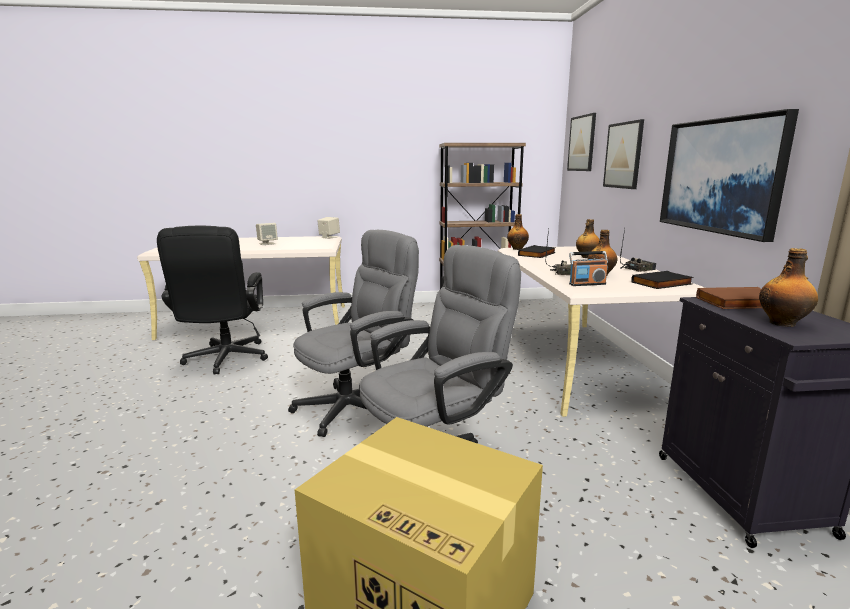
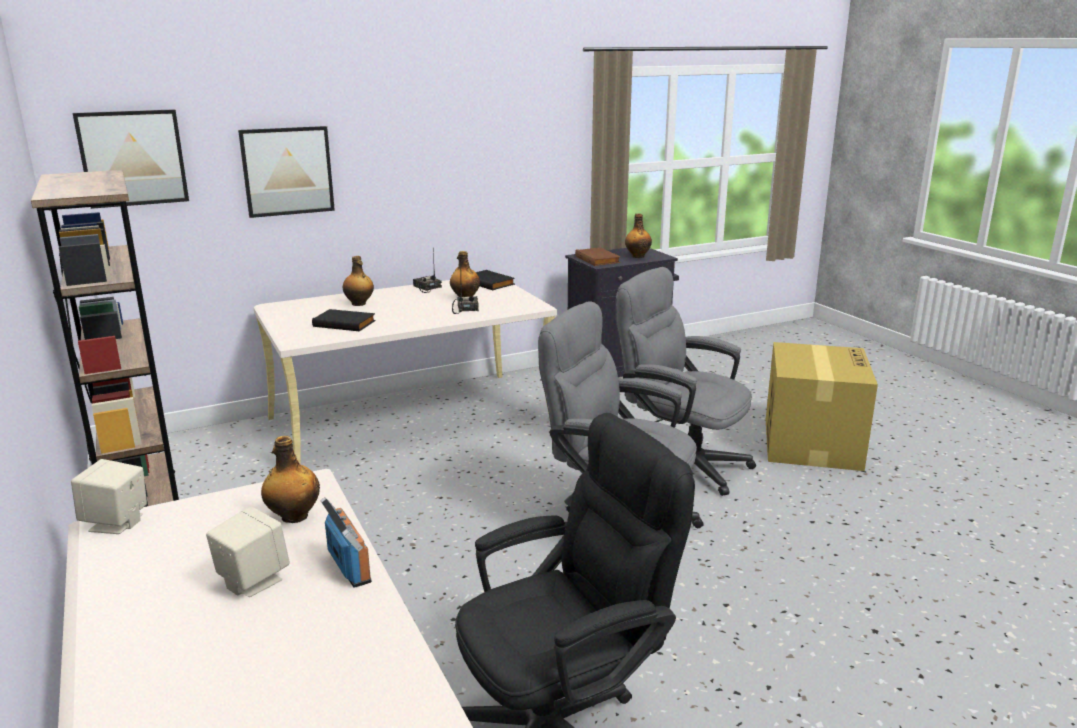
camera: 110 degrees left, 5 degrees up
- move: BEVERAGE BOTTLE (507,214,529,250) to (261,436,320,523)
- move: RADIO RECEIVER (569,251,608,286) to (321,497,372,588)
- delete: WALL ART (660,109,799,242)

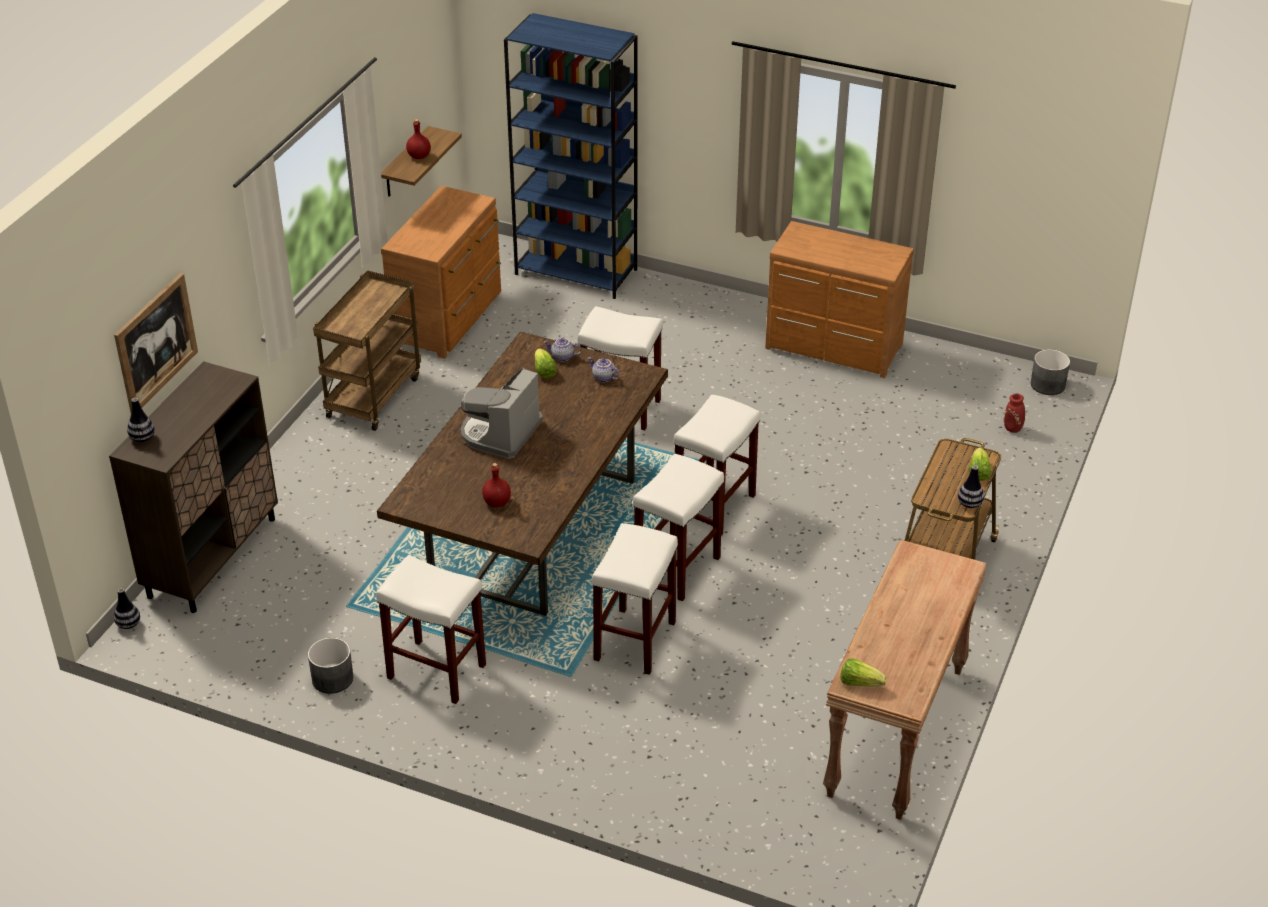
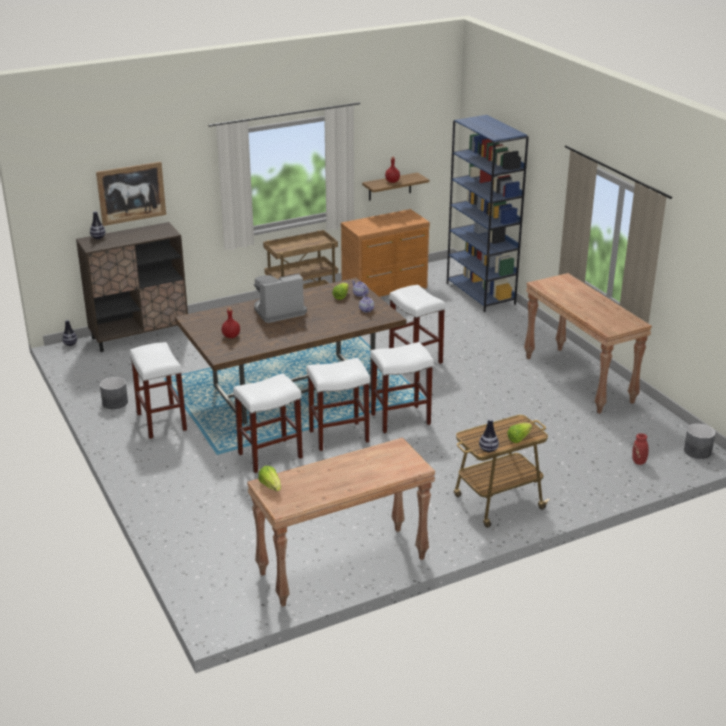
camera: 40 degrees right, 10 degrees down
- replace: BROWNISH DRAWER CHEST (765,221,914,378) to BROWNISH NARROW TABLE (524,273,652,414)

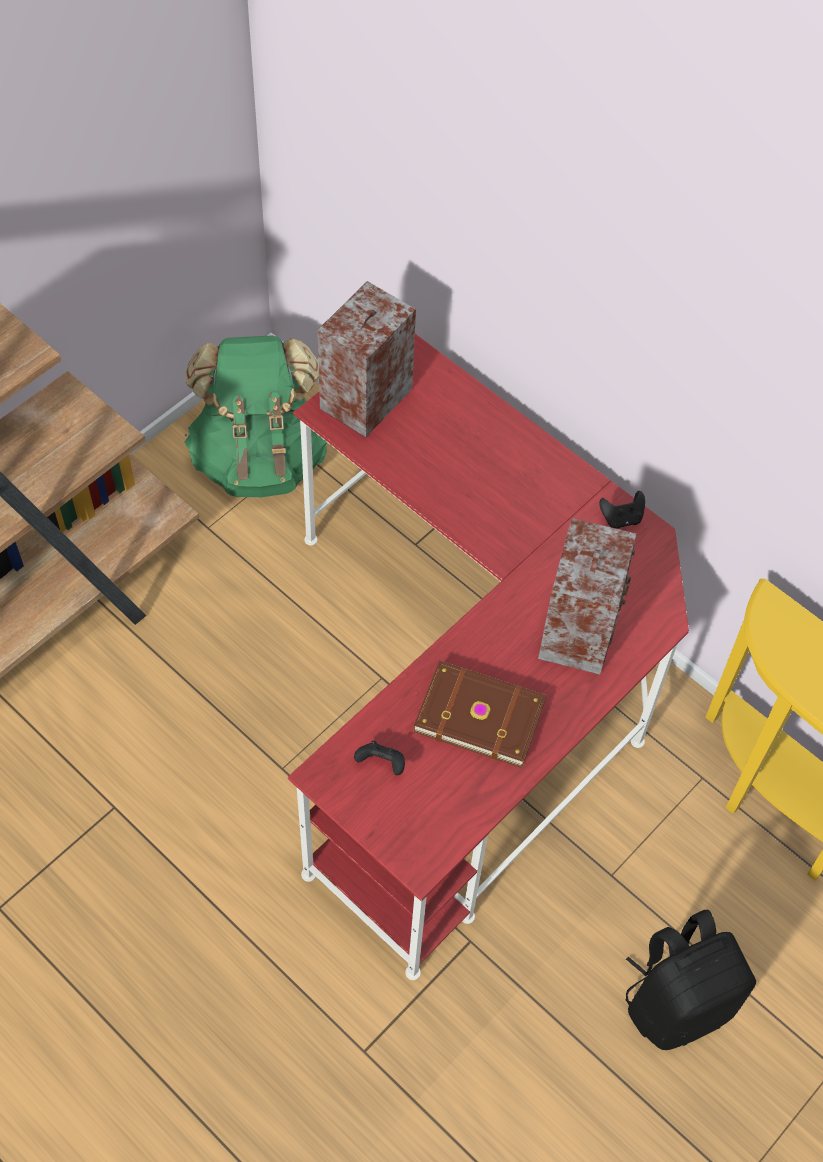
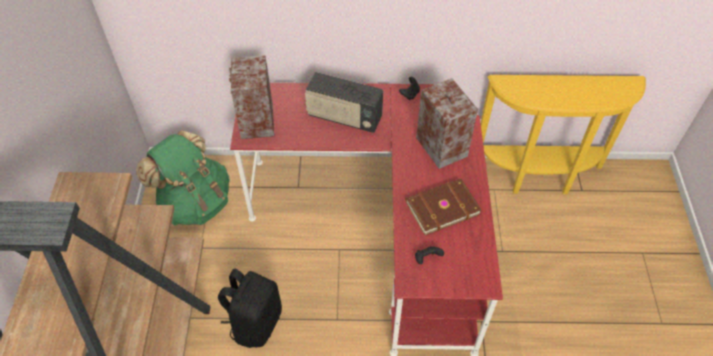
camera: 40 degrees left, 5 degrees down
- move: BLACKISH RUCKSACK (625,909,756,1050) to (218,268,282,348)
- insert: RADIO RECEIVER (305,72,383,133)

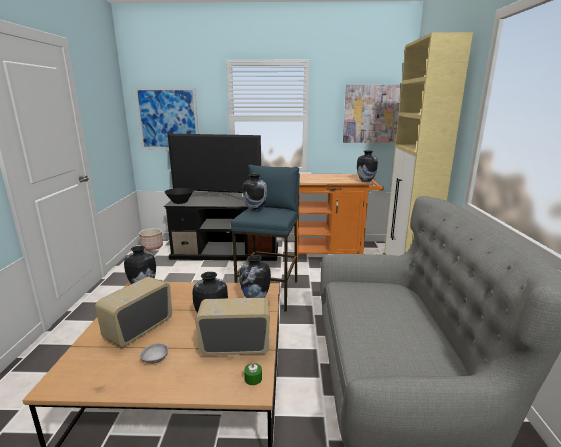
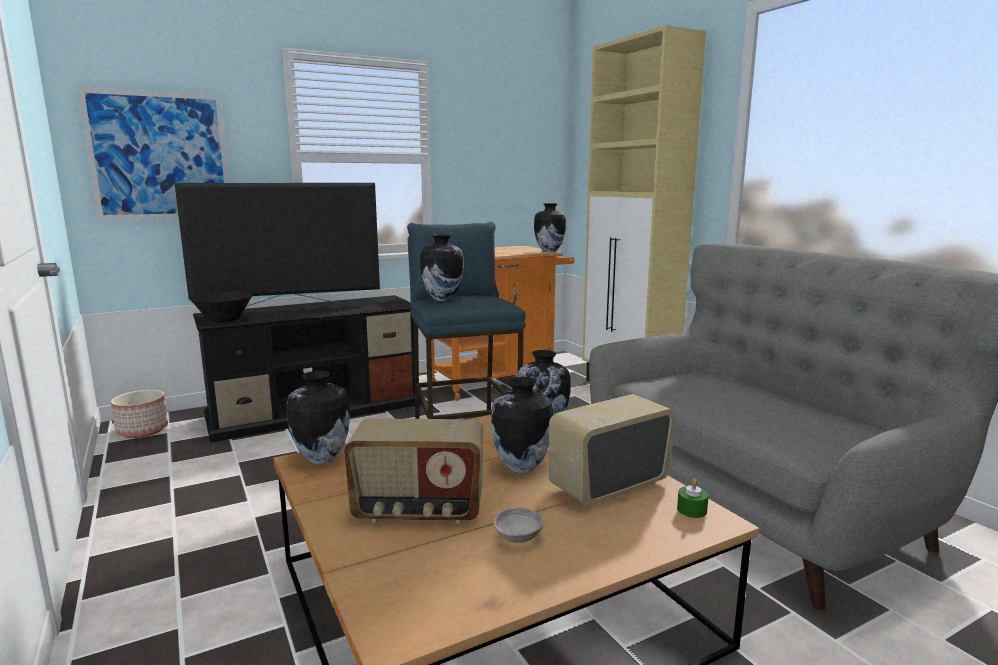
camera: 30 degrees left, 5 degrees down
- rotate: RADIO RECEIVER (95,277,172,347) = (344,418,483,524) 90 degrees counterclockwise
- delete: WALL ART (343,84,401,143)

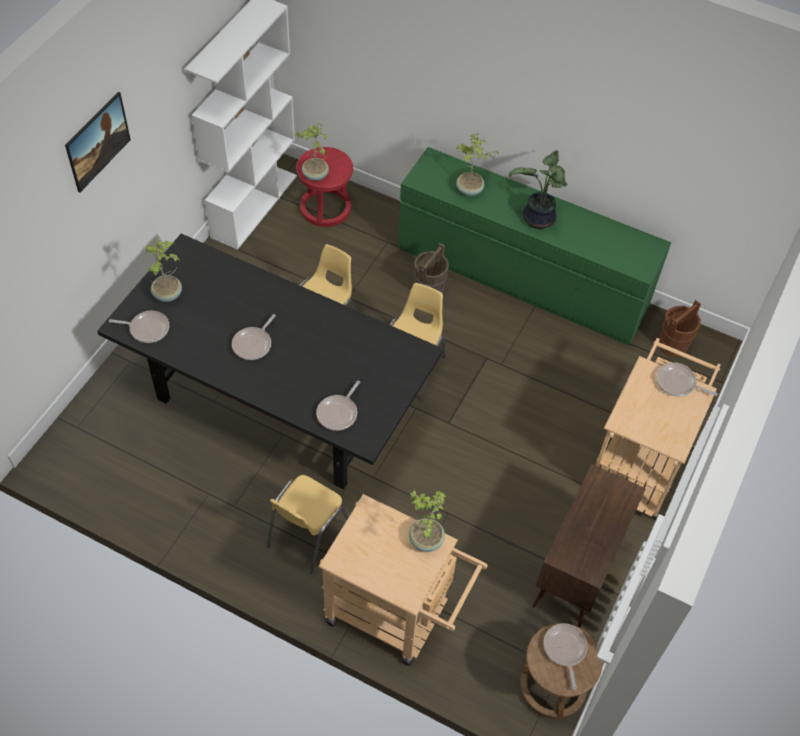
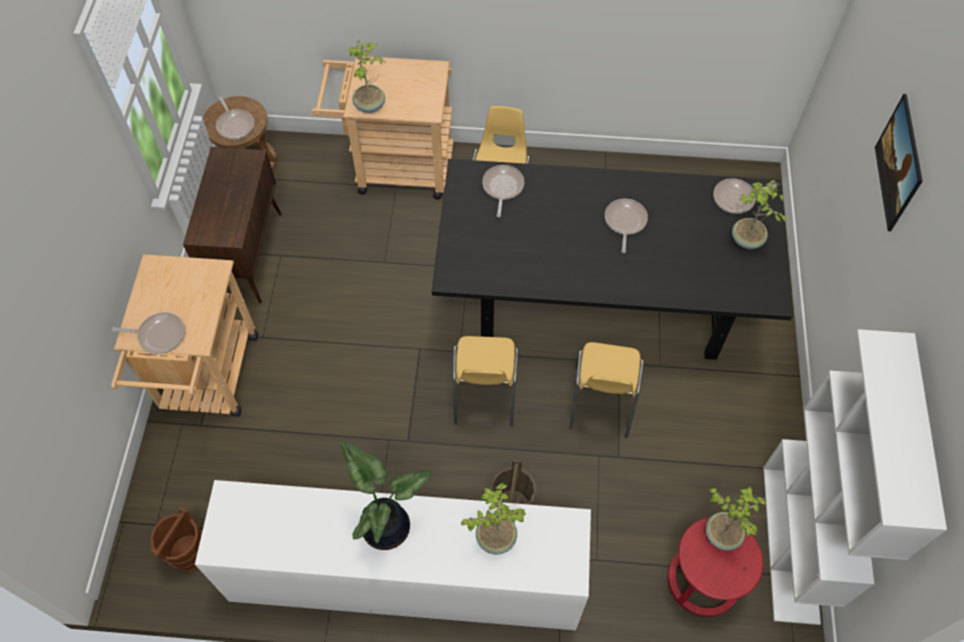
camera: 160 degrees right, 5 degrees up
- recolor: GREENISH DRAWER CHEST (398,147,671,345) to WHITE-COLOURED DRAWER CHEST (195,480,591,630)

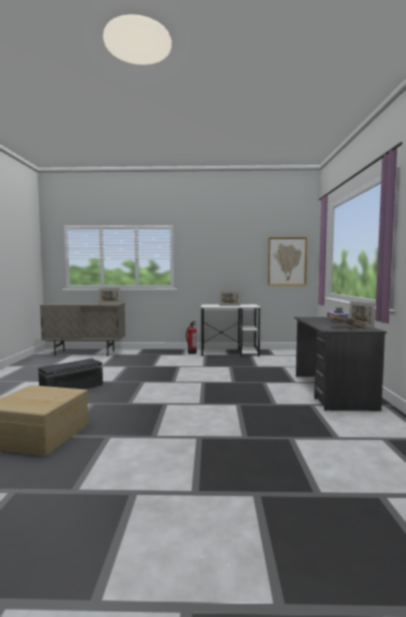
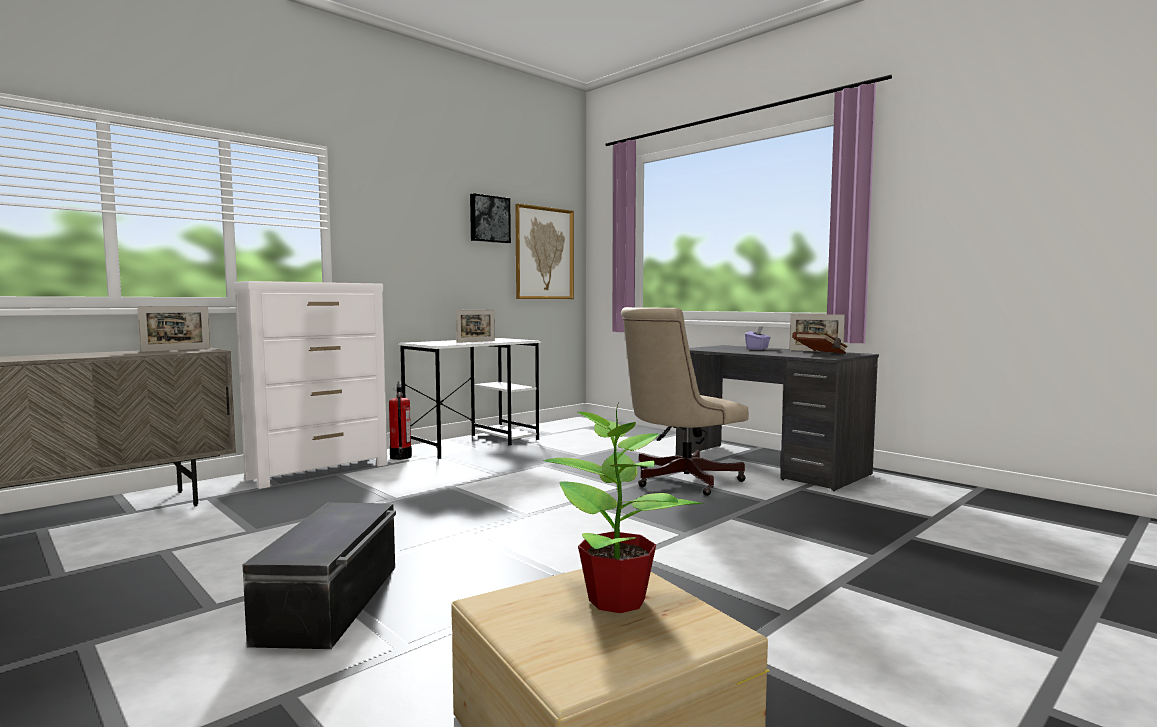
camera: 45 degrees left, 0 degrees up
- insert: WHITE-COLOURED DRAWER CHEST (234,281,387,489)
- insert: WALL ART (470,193,511,243)
- insert: PLANT IN A POT (543,402,703,613)
- insert: BEIGE-COLOURED DESK CHAIR (621,307,749,496)

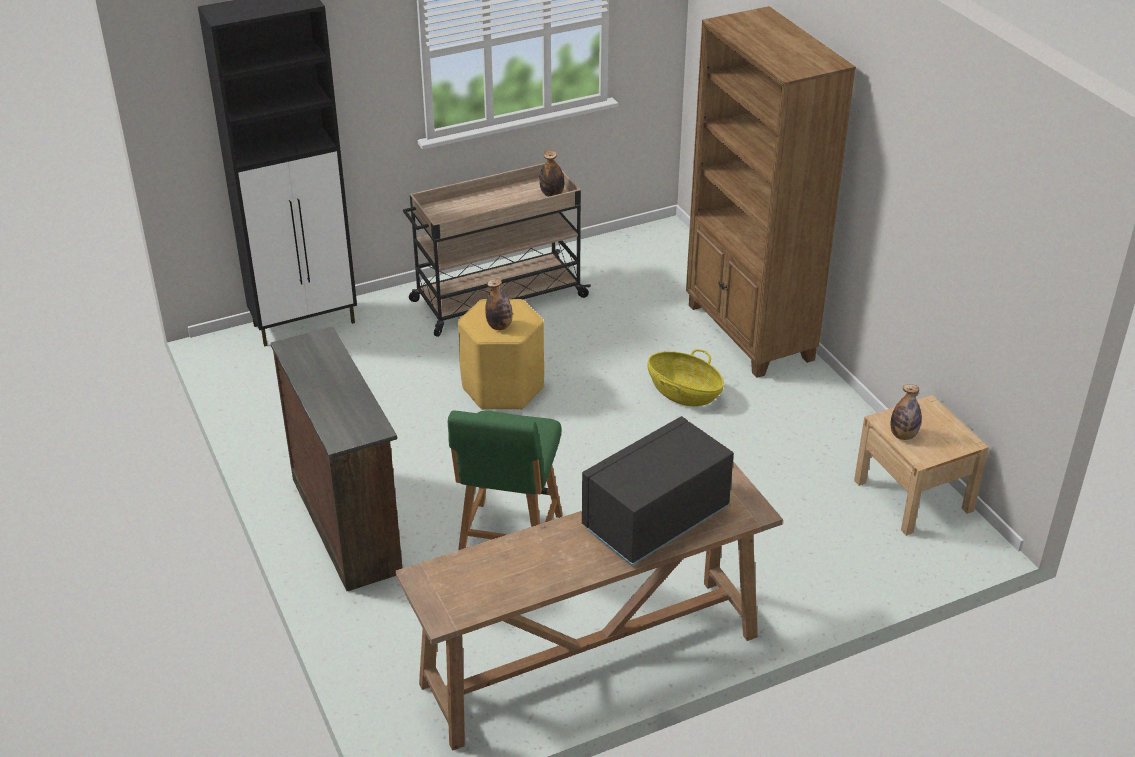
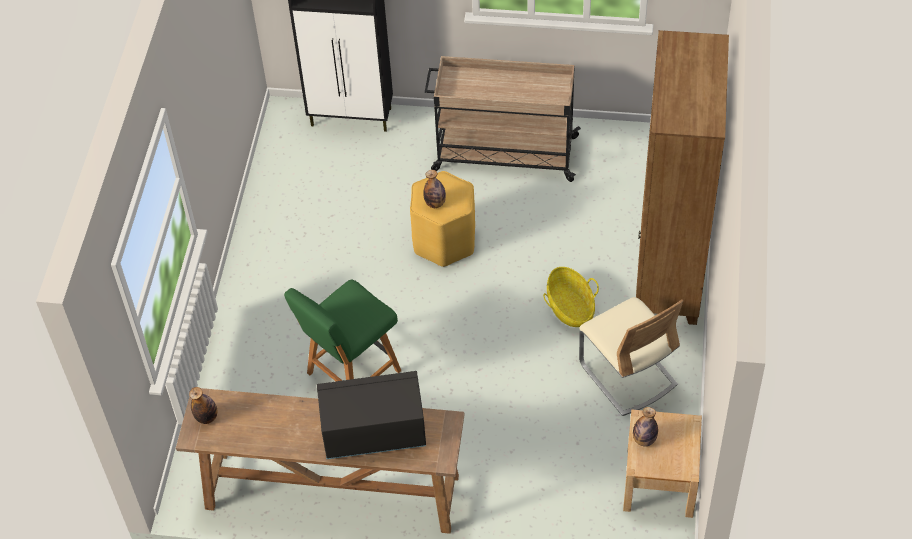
camera: 35 degrees right, 15 degrees up
- delete: BROWNISH DRAWER CHEST (271,326,402,591)
- move: BEVERAGE BOTTLE (539,150,564,197) to (189,387,218,424)
- insert: BEIGE-COLOURED PLAIN CHAIR (579,297,683,416)

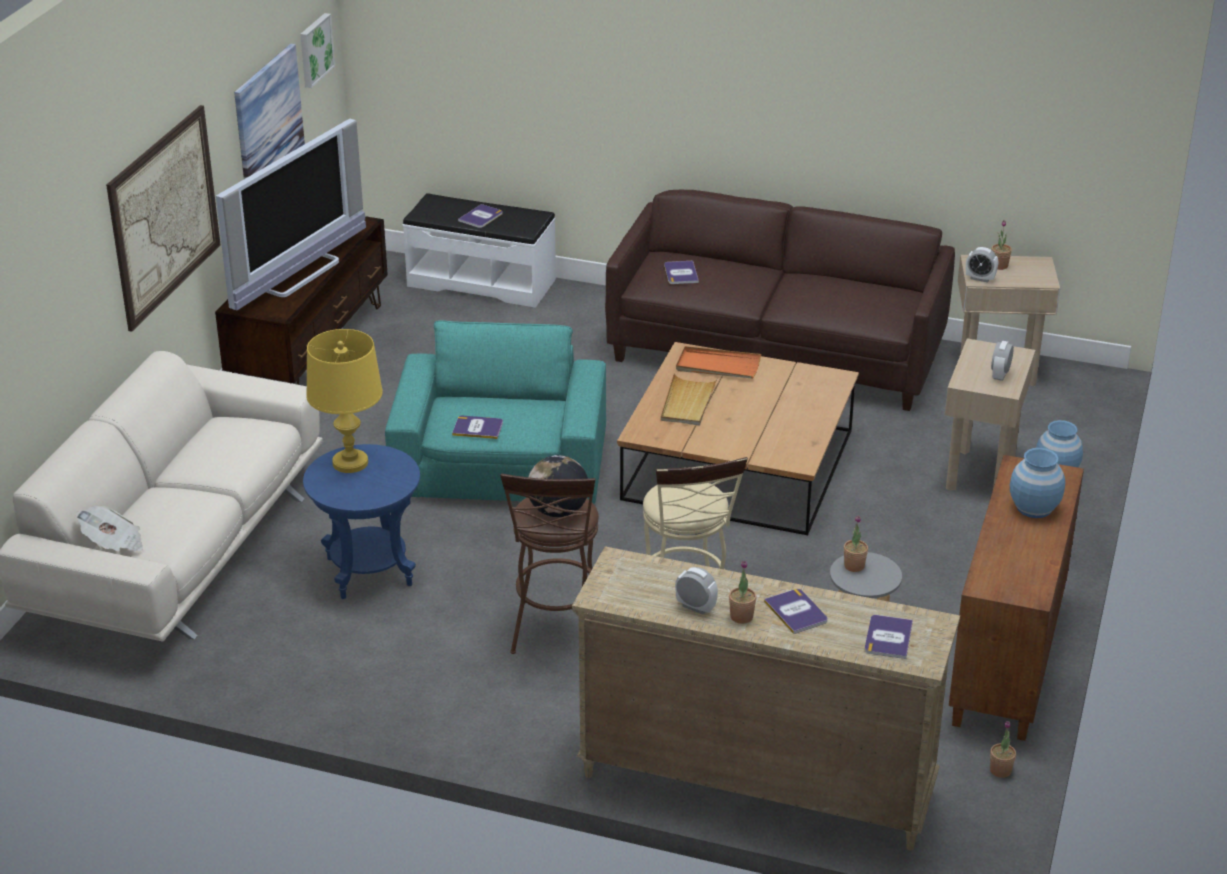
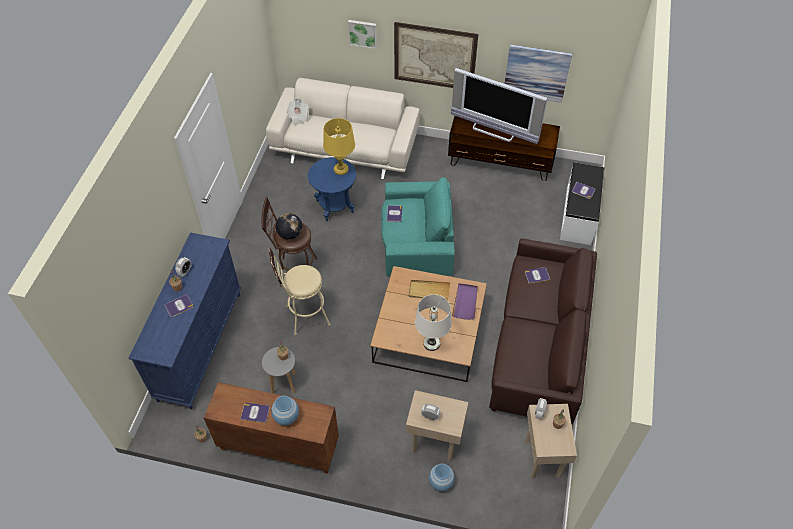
camera: 85 degrees right, 20 degrees up
- move: WALL ART (300,13,335,88) to (348,20,377,49)
- recolor: BEIGE-COLOURED DRAWER CHEST (572,546,960,851) to BLUISH DRAWER CHEST (128,232,241,409)
- recolor: ORANGEY TRAY (676,346,761,379) to PURPLE TRAY (452,283,478,320)
- move: BOOK (865,615,913,659) to (240,403,270,423)
- insert: WHITE-COLOURED LAMP FOR A TABLE (415,294,452,351)

